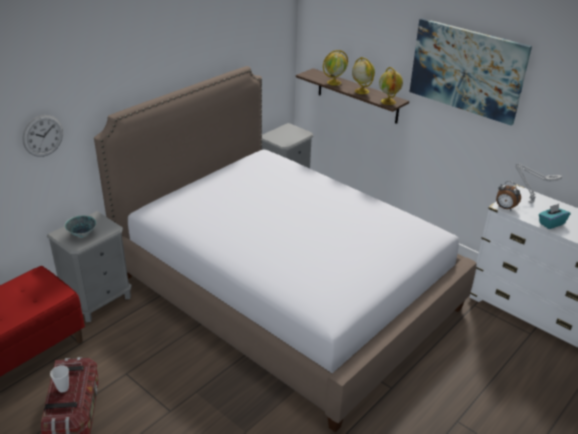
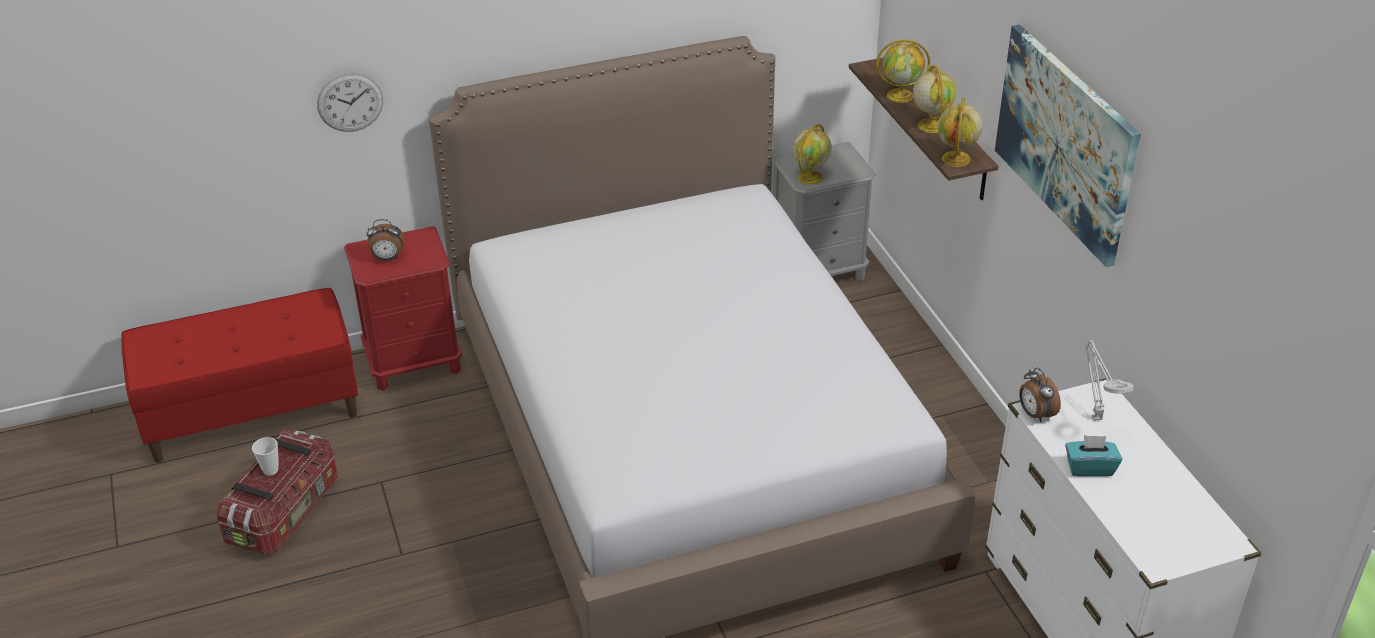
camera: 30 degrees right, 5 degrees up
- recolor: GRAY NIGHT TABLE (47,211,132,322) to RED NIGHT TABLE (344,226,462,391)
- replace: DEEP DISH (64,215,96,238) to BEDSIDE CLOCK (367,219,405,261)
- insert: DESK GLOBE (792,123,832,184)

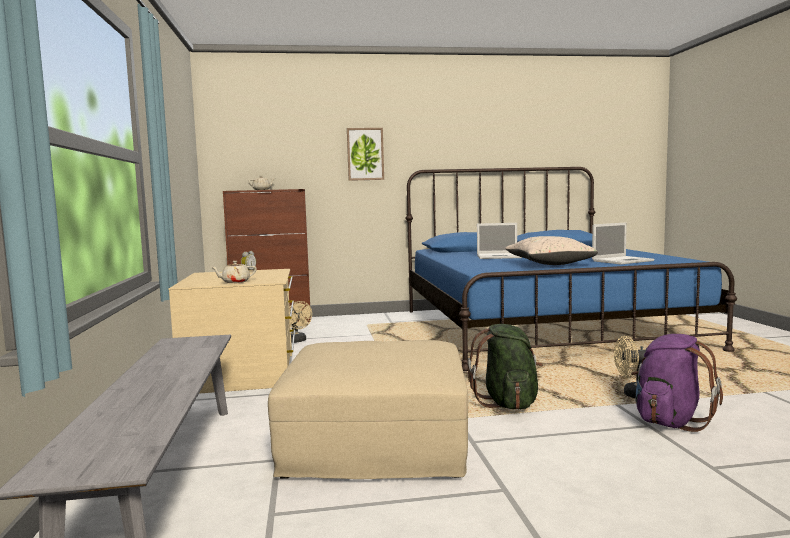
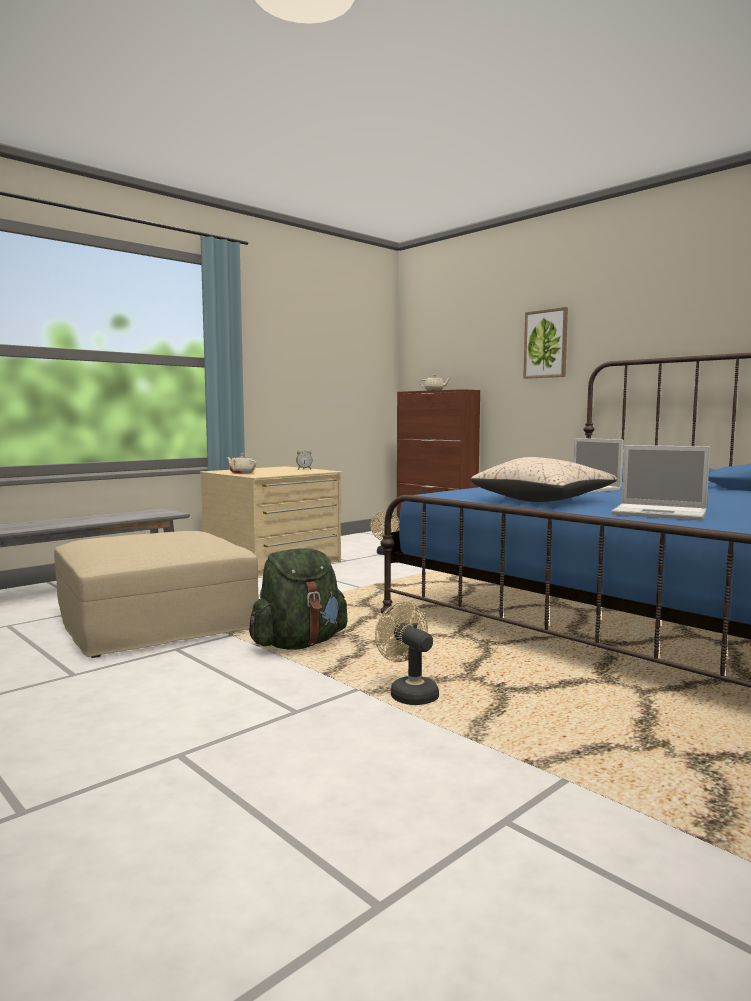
camera: 55 degrees right, 0 degrees up
- delete: PURPLE RUCKSACK (631,334,723,432)

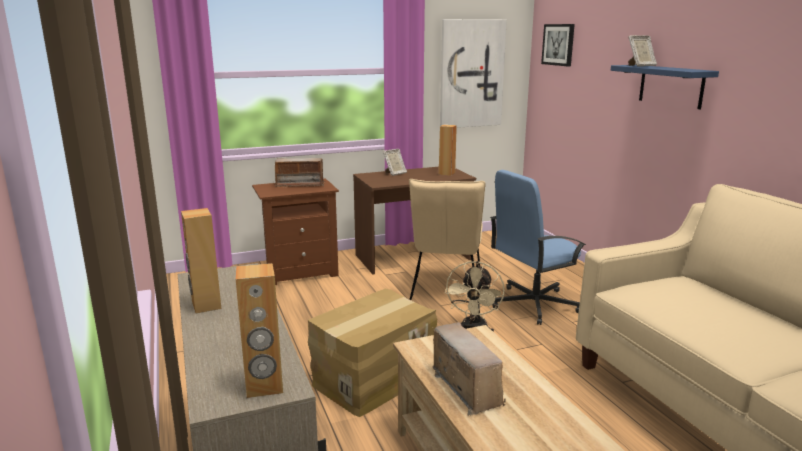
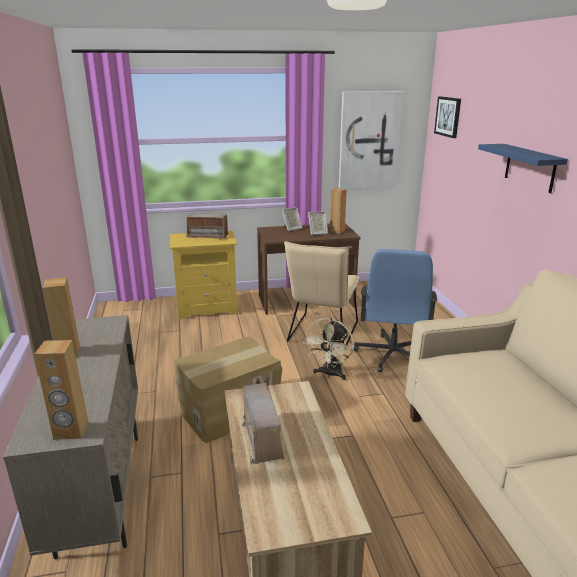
camera: 10 degrees right, 5 degrees up
- recolor: BROWNISH NIGHT TABLE (252,178,339,285) to YELLOWISH NIGHT TABLE (170,231,237,319)
- rotate: BLUISH DESK CHAIR (490,170,586,325) = (353,249,437,373) 60 degrees counterclockwise
- move: STANDING FRAME (628,35,657,67) to (308,211,328,235)

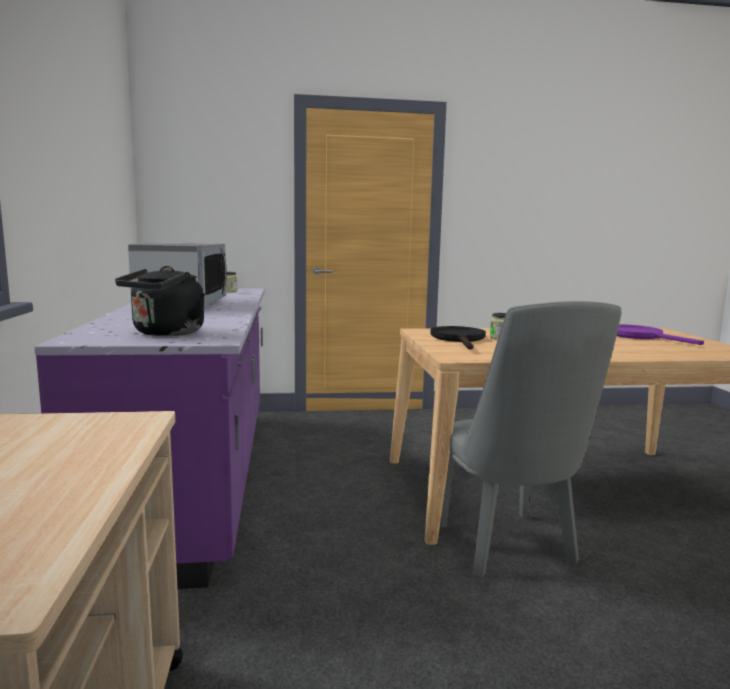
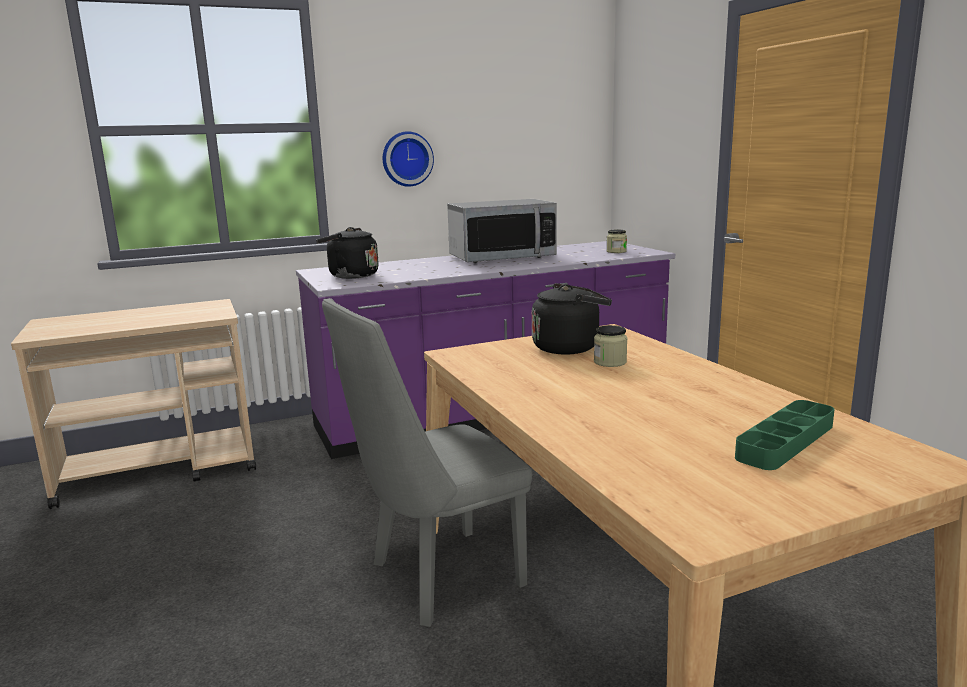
camera: 75 degrees right, 5 degrees up
- replace: BLACKISH PAN (430,326,486,349) to BLACKISH KETTLE (532,283,612,354)
- replace: PURPLE PAN (617,324,704,345) to GREENISH TRAY (735,400,835,470)
- insert: HANGING CLOCK (383,131,434,187)

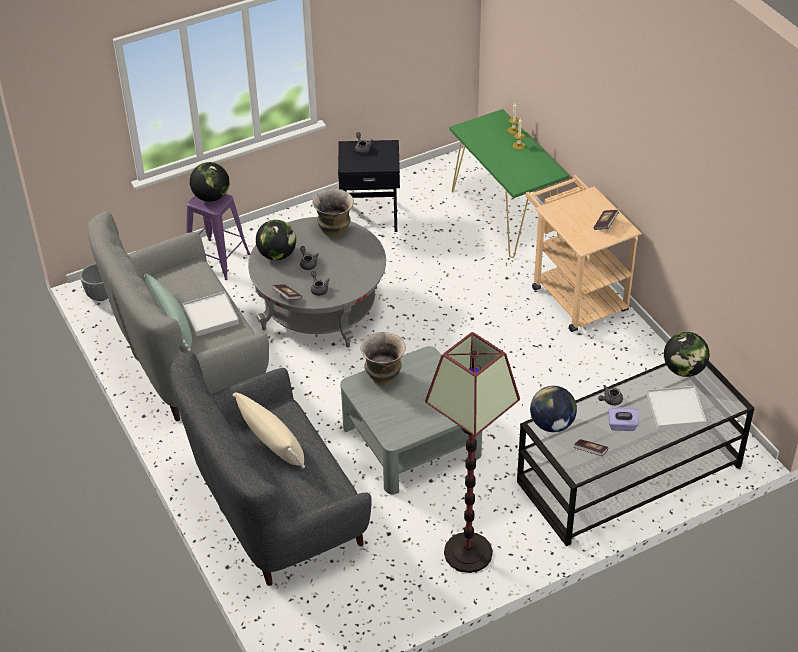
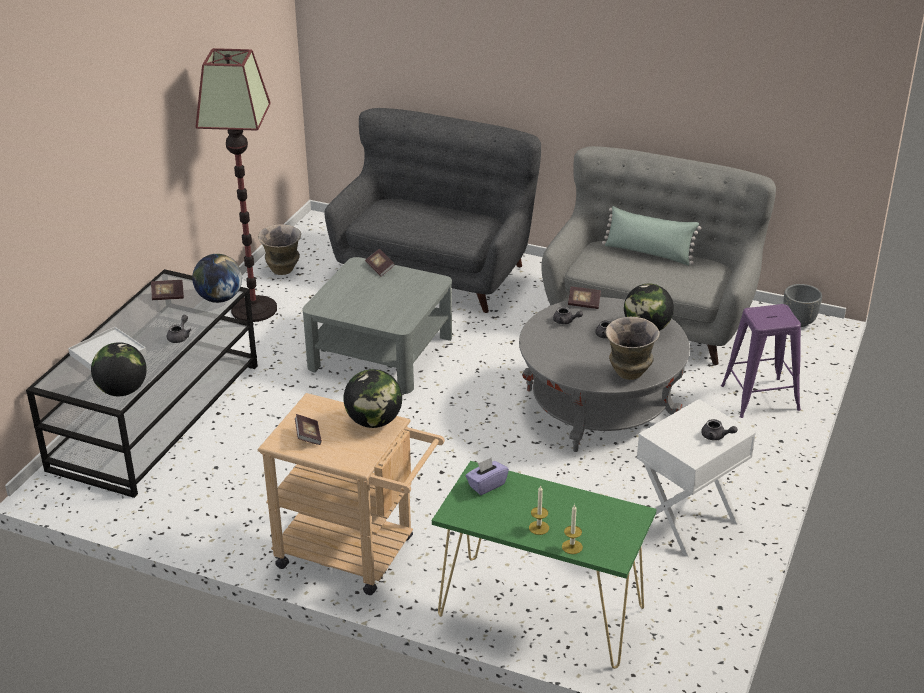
camera: 140 degrees right, 10 degrees down
- delete: WHITE-COLOURED TRAY (183,291,239,336)
- move: DESK GLOBE (190,162,229,202) to (343,369,402,428)
- delete: BEIGE-COLOURED PILLOW (233,392,305,468)
- recolor: BLACKISH ACCENT TABLE (338,140,400,232) to WHITE-COLOURED ACCENT TABLE (637,399,756,557)
- move: FLOWER VASE (360,332,406,385) to (258,224,301,275)
- move: PURPLE TISSUE BOX (608,408,639,431) to (466,457,509,495)
- insert: BOOK (365,249,395,277)

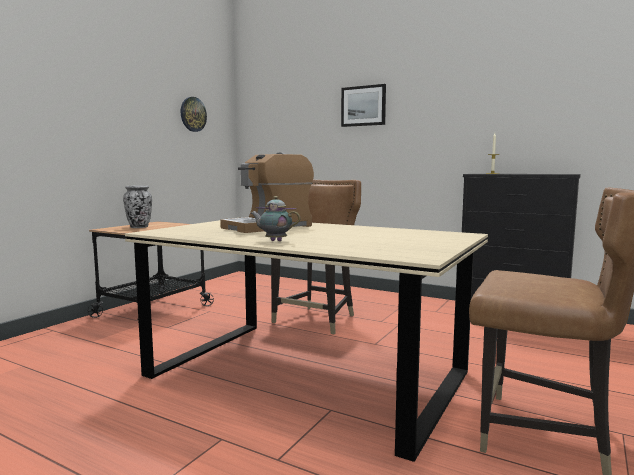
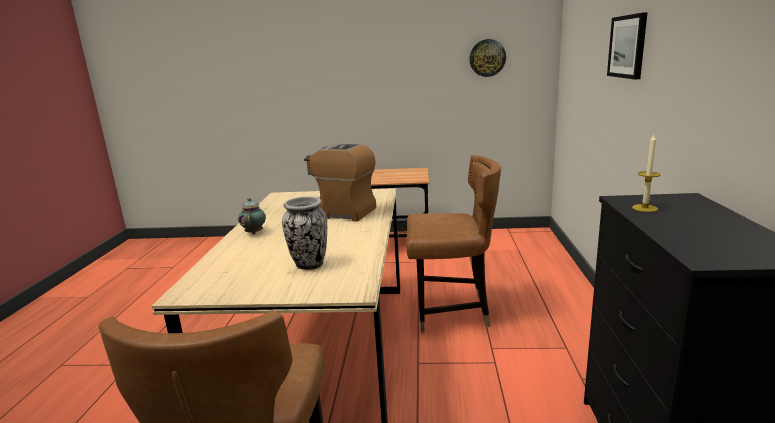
camera: 65 degrees right, 10 degrees up
- move: FLOWER VASE (123,186,152,228) to (282,197,327,270)

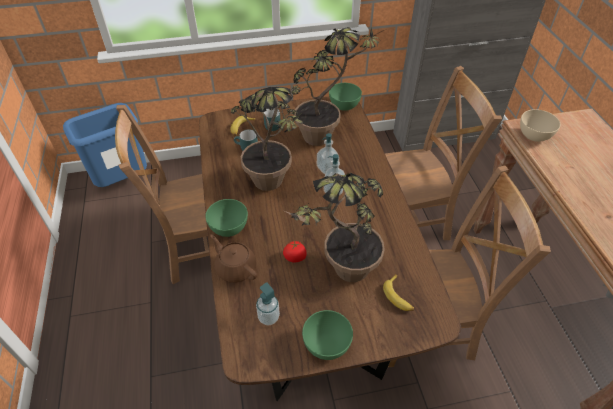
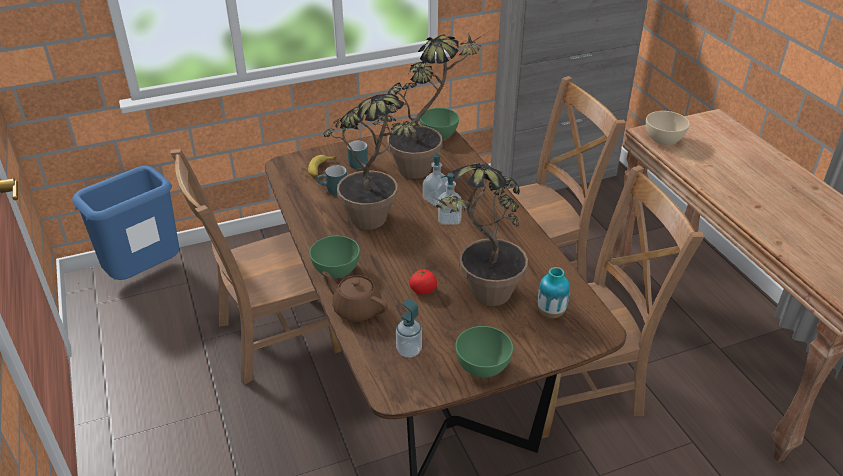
camera: 10 degrees left, 10 degrees down
- replace: BANANA FRUIT (383,274,414,311) to FLOWER VASE (538,267,570,318)

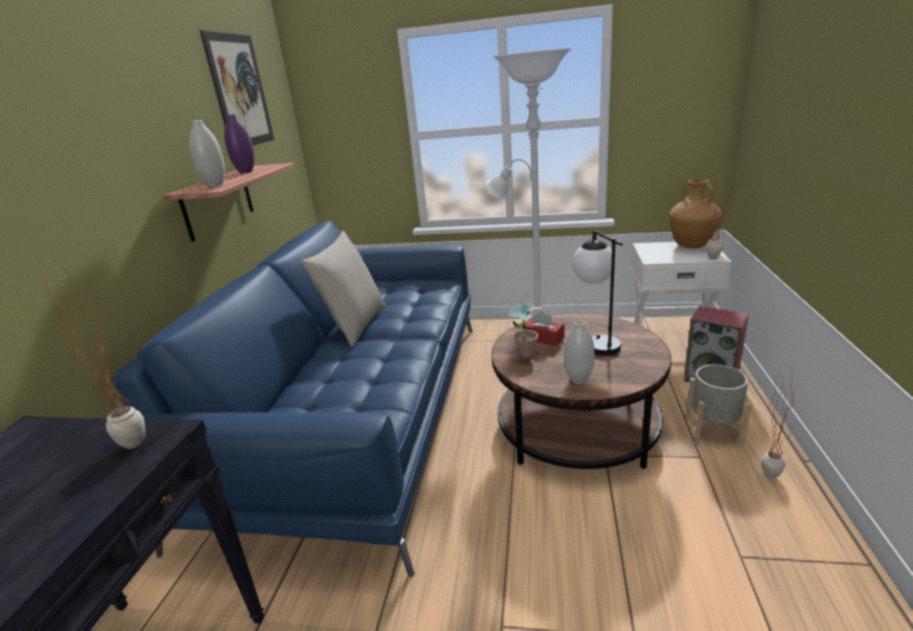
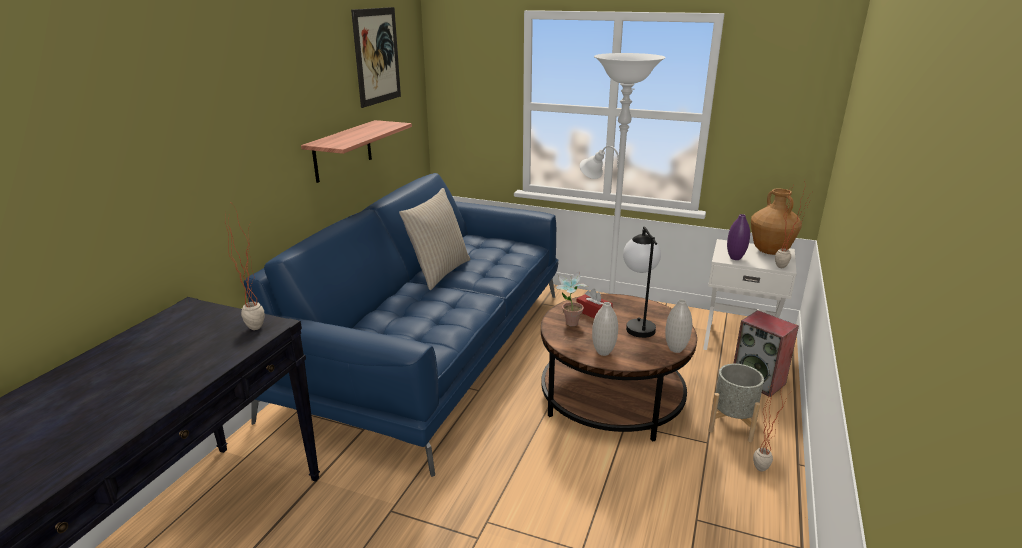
camera: 10 degrees right, 0 degrees up
- move: WHITE-COLOURED FLOWER VASE (189,120,225,187) to (665,299,692,353)
- move: PURPLE FLOWER VASE (224,114,254,173) to (727,214,750,260)

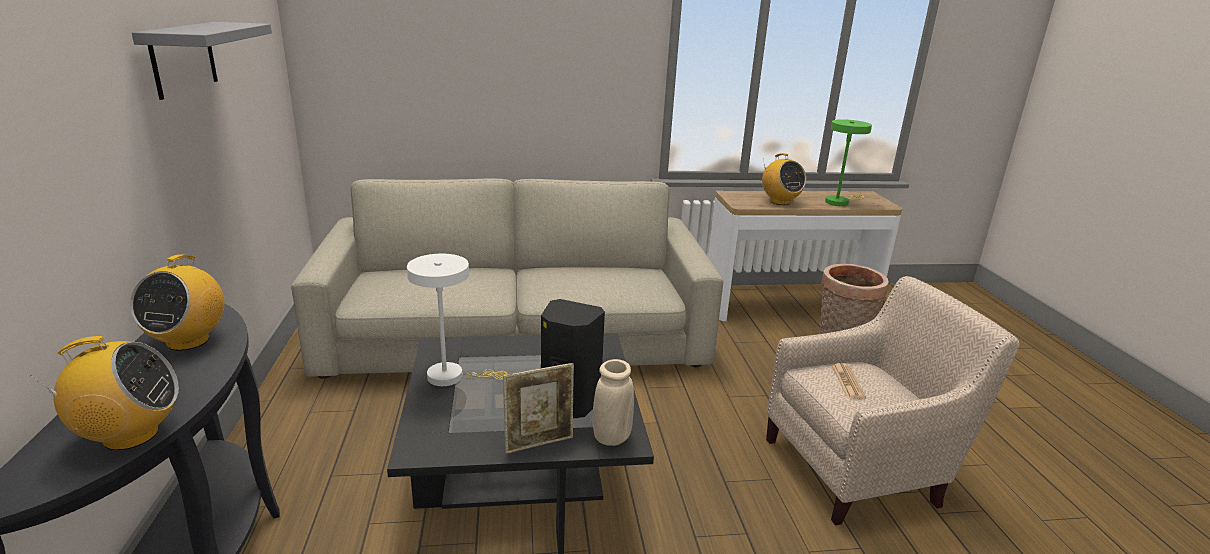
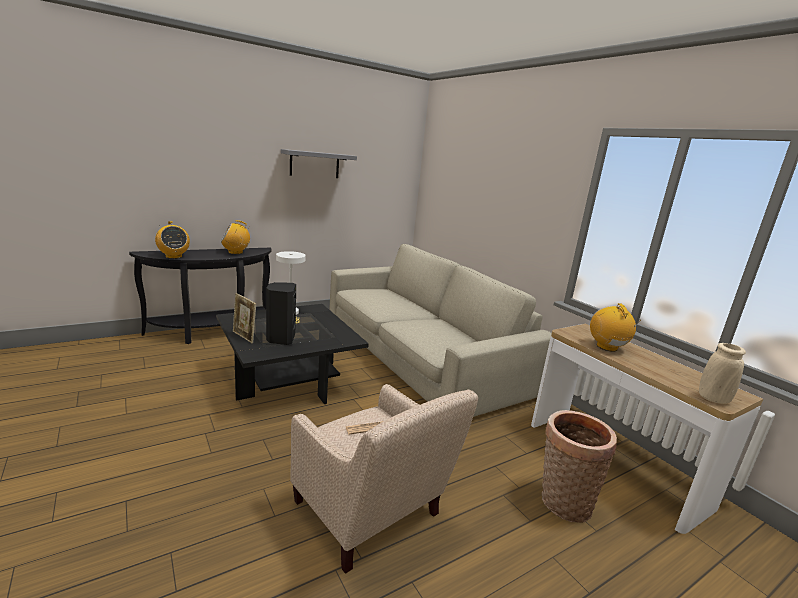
camera: 65 degrees right, 5 degrees down
- move: BEIGE-COLOURED FLOWER VASE (593,359,634,446) to (699,343,746,404)
- rotate: RADIO RECEIVER (762,153,806,205) = (590,303,636,352) 135 degrees clockwise
- delete: GREENISH LAMP FOR A TABLE (825,119,872,206)

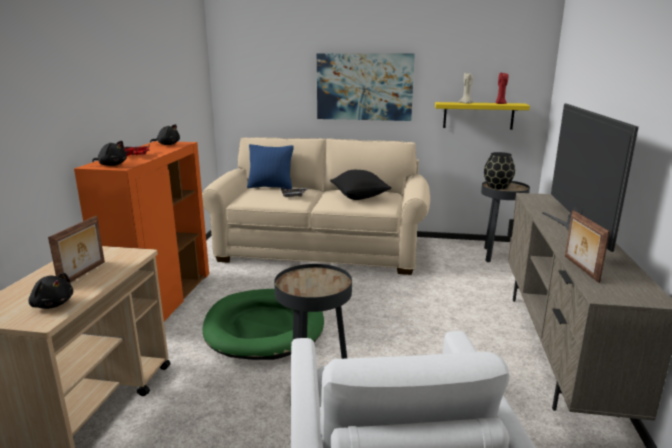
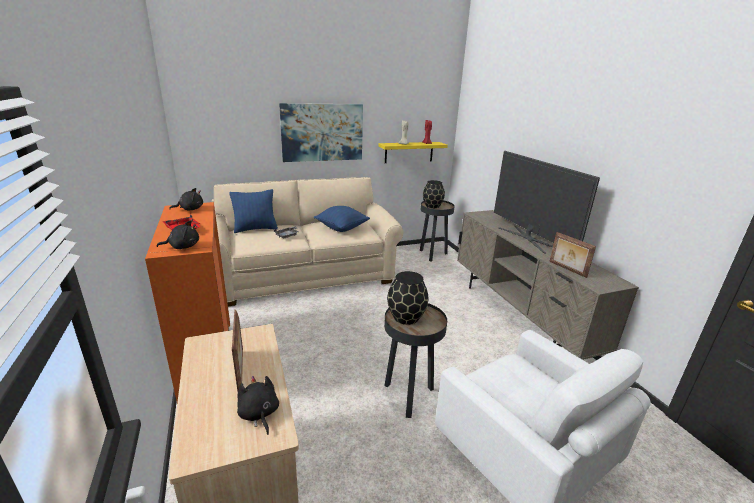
camera: 30 degrees left, 5 degrees up
- rotate: BLACKISH SOFT TOY (28,273,73,309) = (237,376,279,435) 120 degrees counterclockwise
- delete: GREENISH DOG BED (203,289,324,360)
- recolor: BLACKISH PILLOW (330,170,392,200) to BLUISH PILLOW (314,206,370,232)
- insert: BLACKISH FLOWER VASE (387,271,428,325)

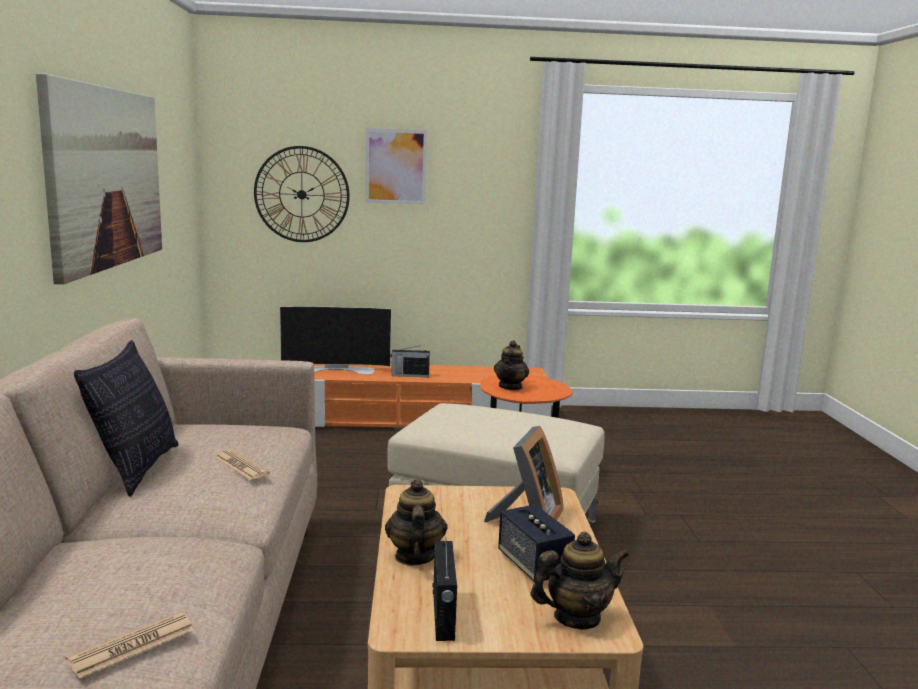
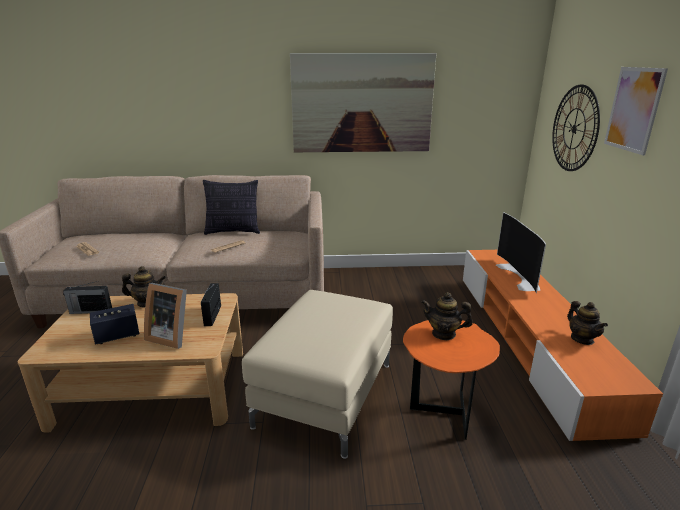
camera: 90 degrees right, 10 degrees up
- move: RADIO RECEIVER (390,345,430,377) to (201,283,221,326)
- move: TEA POT (531,531,629,630) to (567,301,608,345)

